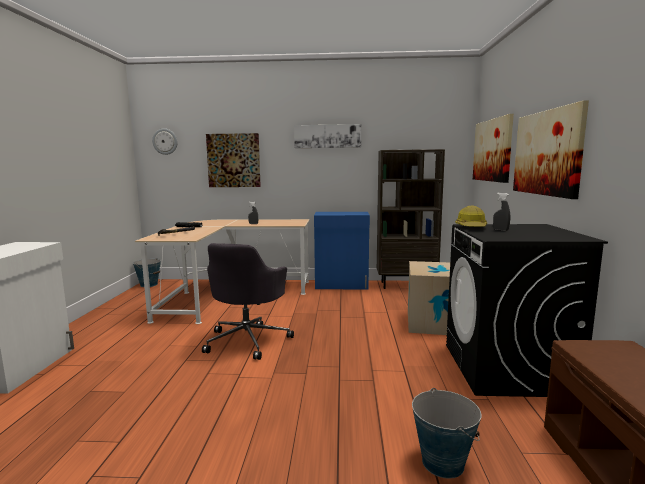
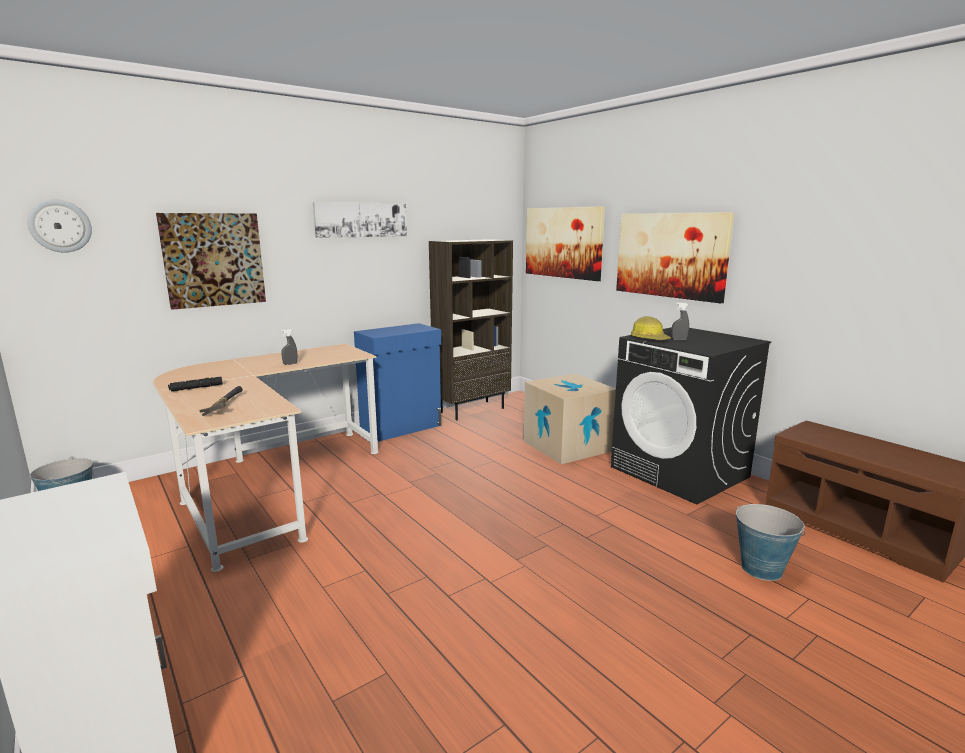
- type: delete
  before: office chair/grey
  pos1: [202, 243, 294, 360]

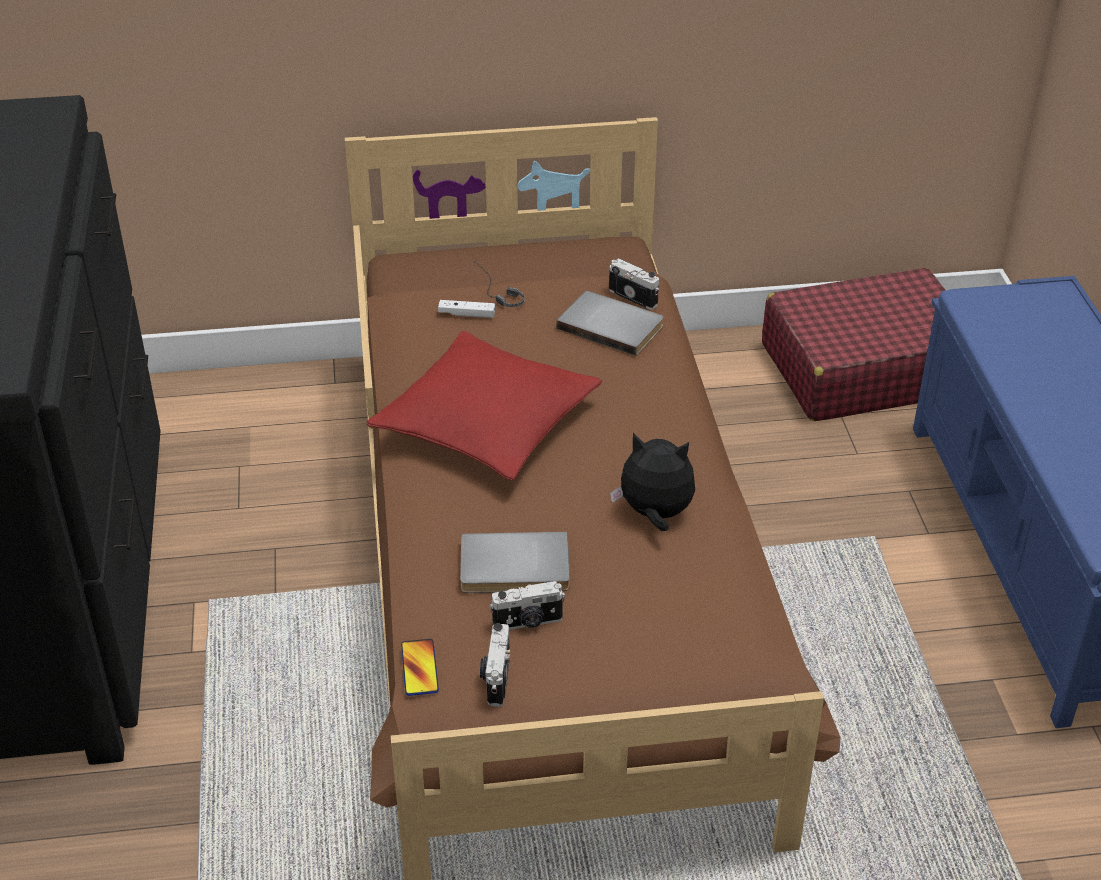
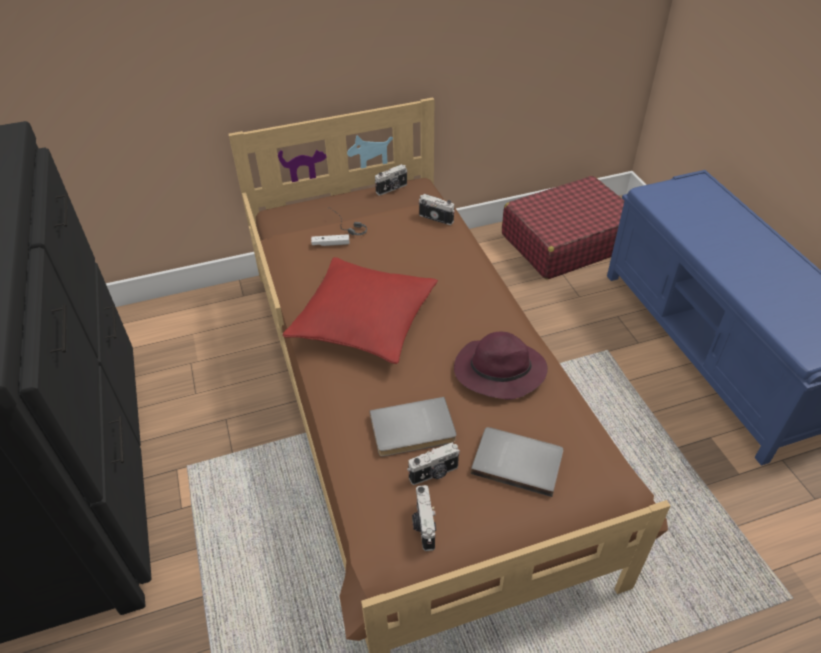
- type: delete
  before: phone
  pos1: [401, 639, 439, 696]
- type: insert
  after: photo camera
  pos2: [375, 164, 407, 196]
- type: move
  before: book/grey
  pos1: [556, 291, 664, 356]
  pos2: [471, 427, 564, 497]
- type: replace
  before: plush toy
  after: hat/purple
  pos1: [610, 433, 695, 531]
  pos2: [454, 332, 548, 400]

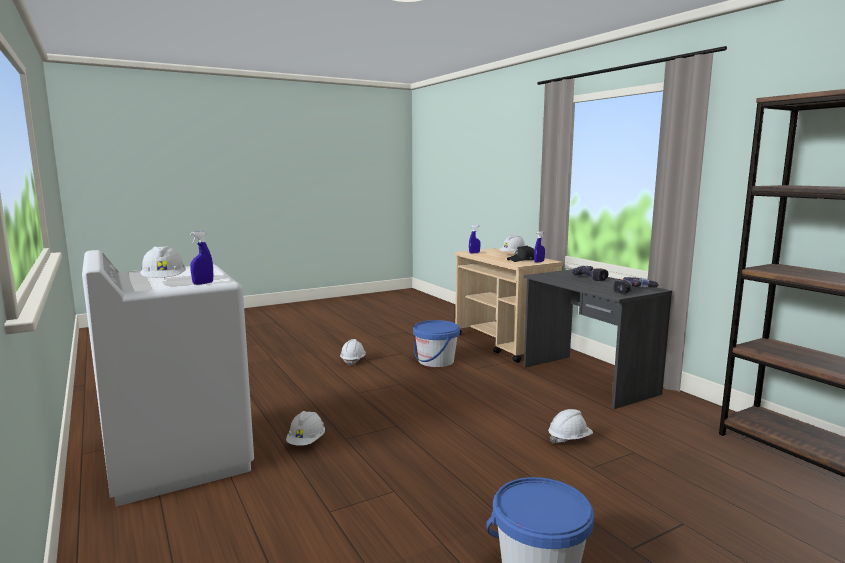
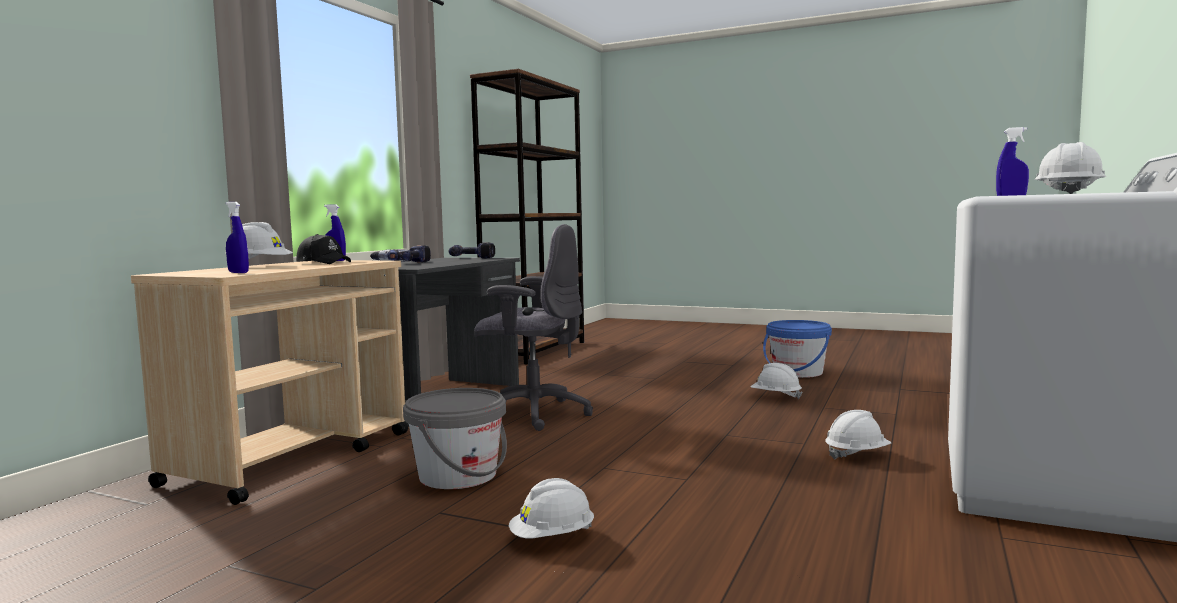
- type: insert
  after: office chair/grey
  pos2: [474, 224, 593, 431]
- type: move
  before: hard hat/white
  pos1: [548, 409, 593, 444]
  pos2: [751, 363, 803, 399]
- type: recolor
  before: bucket/blue
  after: bucket/grey
  pos1: [413, 320, 460, 367]
  pos2: [403, 388, 507, 489]

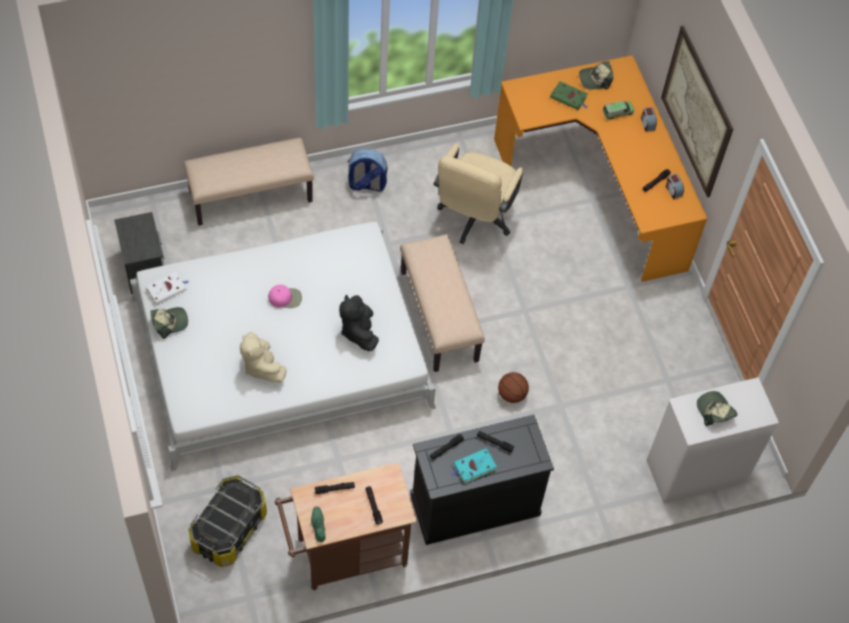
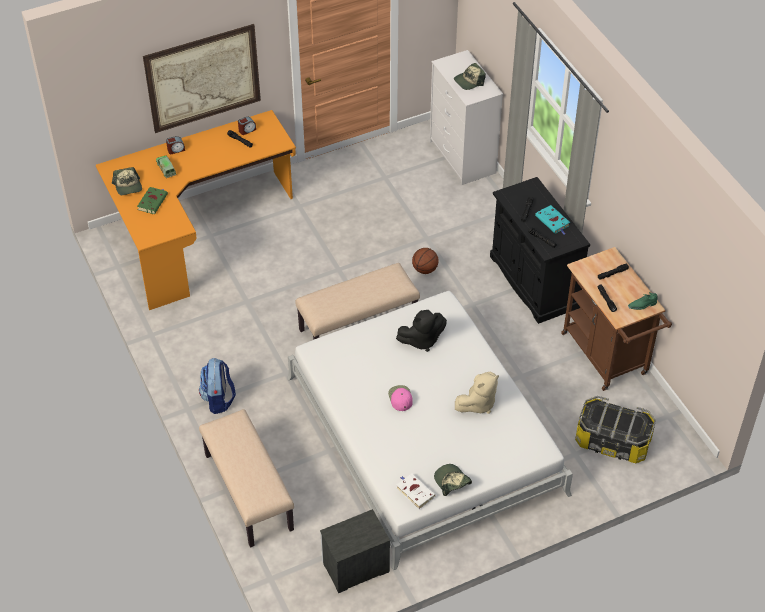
- type: delete
  before: office chair/beige
  pos1: [433, 143, 523, 244]

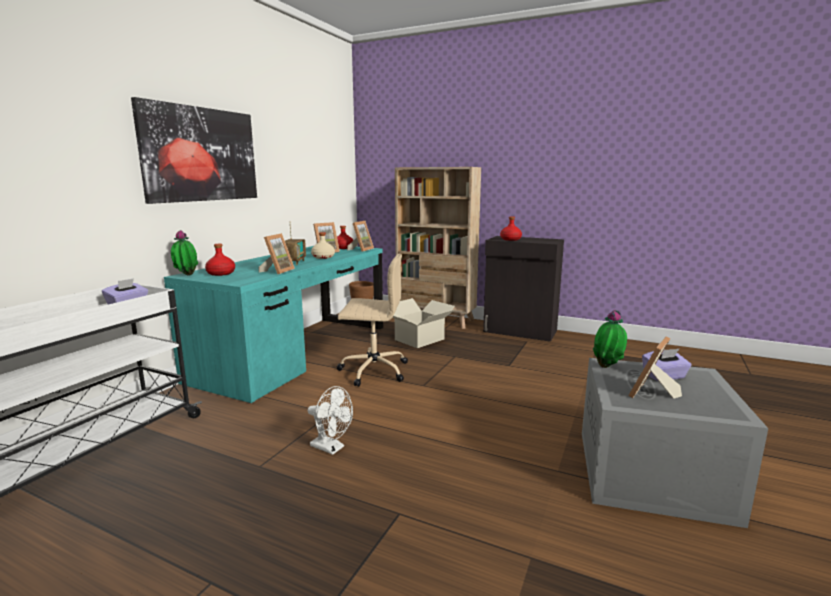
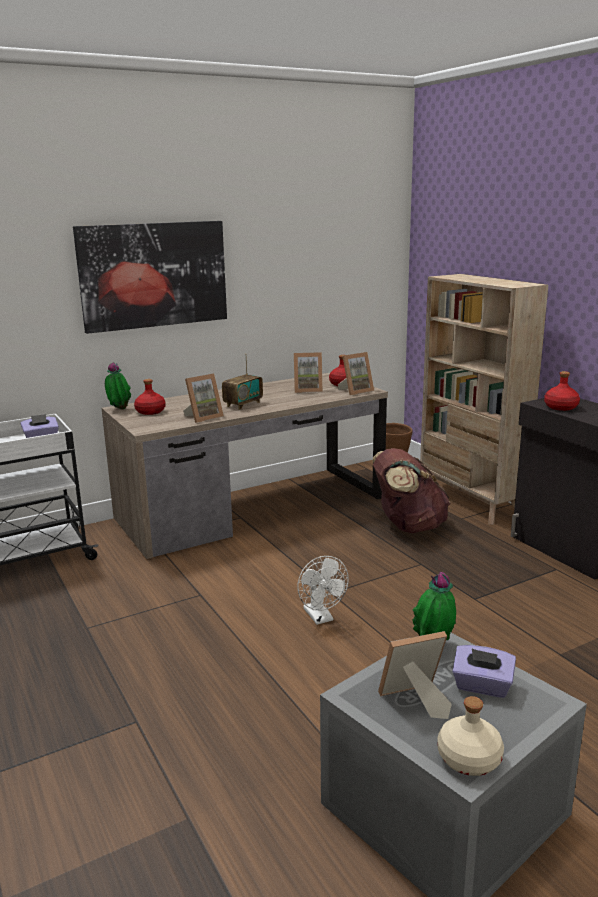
- type: delete
  before: office chair/beige
  pos1: [337, 254, 408, 387]
- type: move
  before: fan/white
  pos1: [308, 386, 353, 455]
  pos2: [297, 556, 349, 625]
- type: move
  before: bottle/beige
  pos1: [311, 232, 335, 259]
  pos2: [438, 696, 504, 776]
- type: replace
  before: cardboard box
  after: backpack/brown
  pos1: [392, 298, 455, 348]
  pos2: [372, 448, 450, 533]
- type: recolor
  before: desk/turquoise
  after: desk/brown
  pos1: [164, 246, 383, 403]
  pos2: [101, 373, 388, 559]

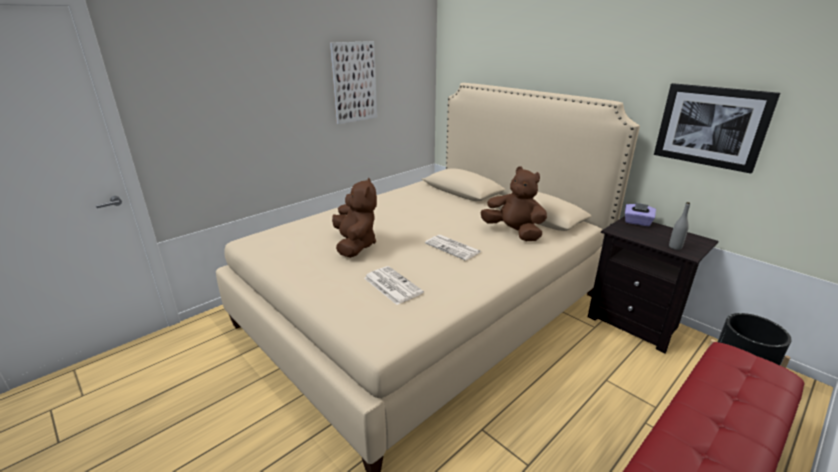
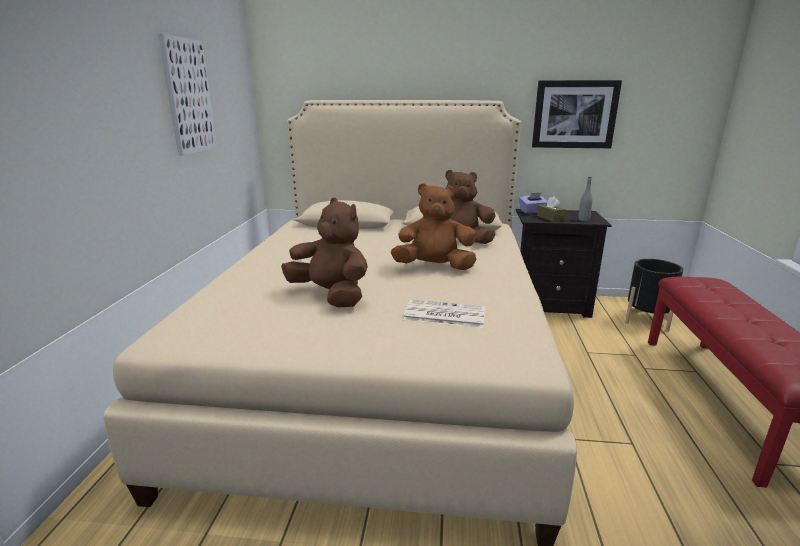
- type: insert
  after: tissue box/brown
  pos2: [537, 196, 566, 222]
- type: replace
  before: newspaper
  after: plush toy/brown
  pos1: [425, 235, 481, 261]
  pos2: [391, 183, 477, 270]

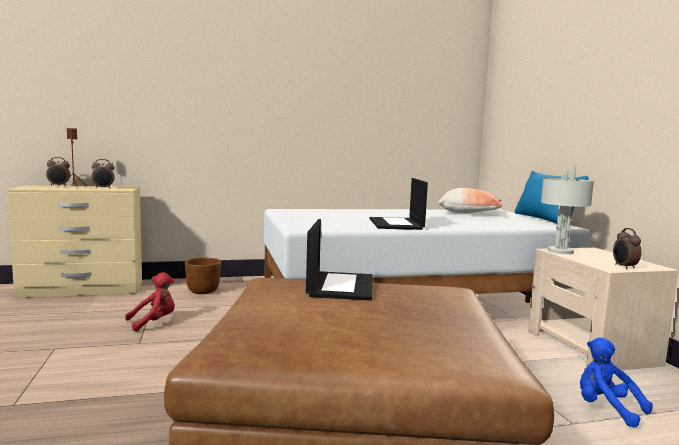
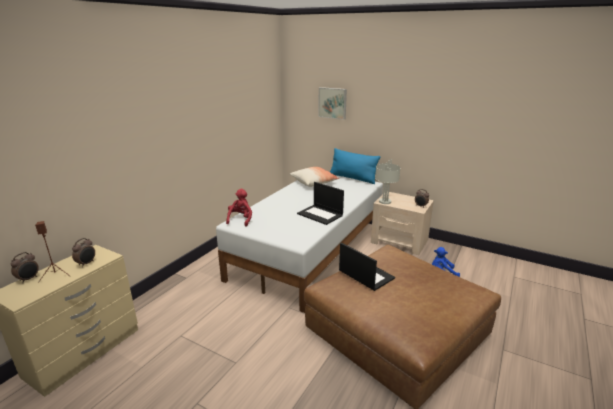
- type: delete
  before: planter/brown
  pos1: [185, 258, 221, 294]
- type: insert
  after: picture
  pos2: [318, 87, 347, 120]
- type: move
  before: plush toy/red
  pos1: [125, 272, 175, 332]
  pos2: [226, 189, 252, 227]

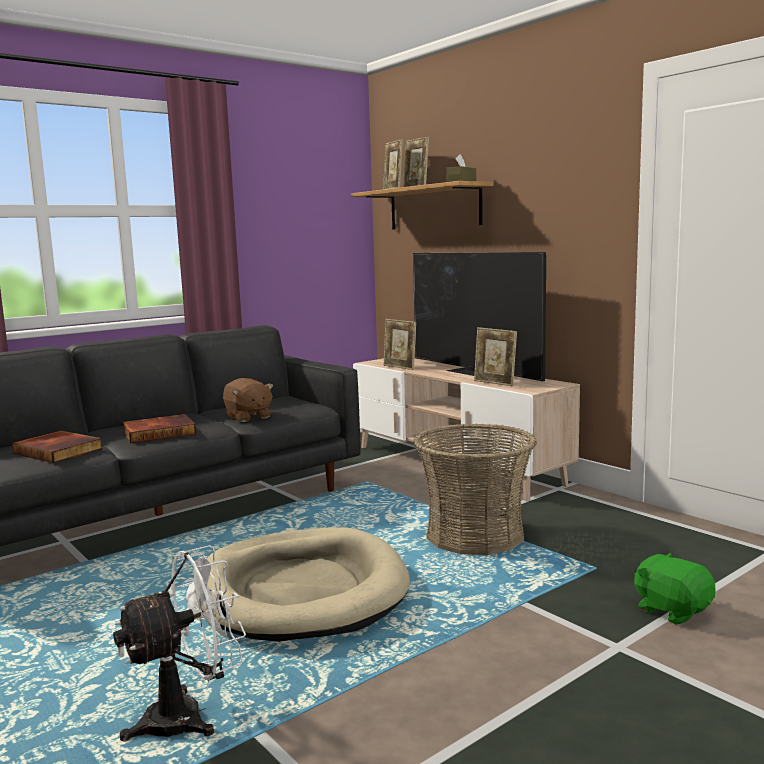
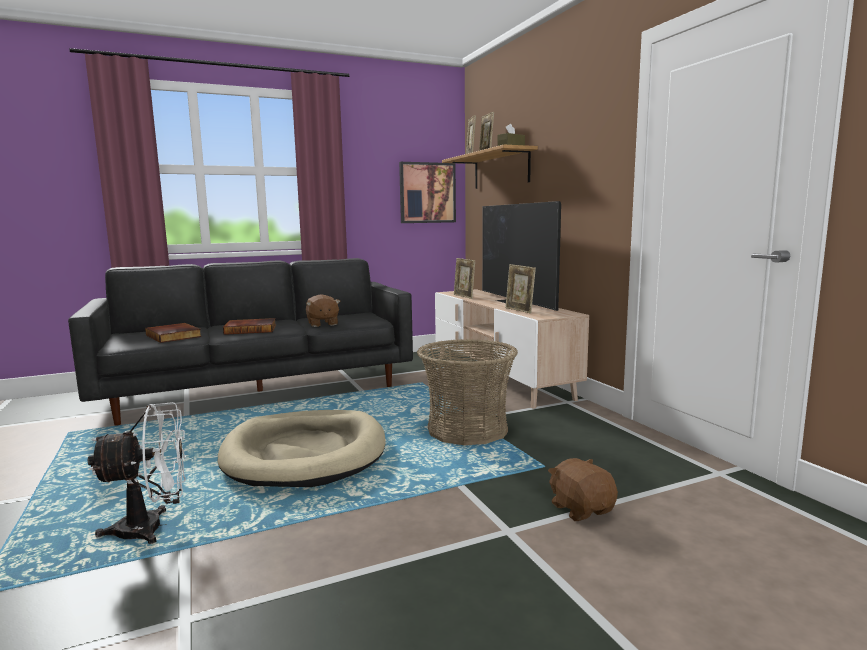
- type: insert
  after: picture
  pos2: [399, 162, 456, 223]
- type: recolor
  before: plush toy/green
  after: plush toy/brown
  pos1: [634, 553, 715, 625]
  pos2: [548, 458, 618, 521]

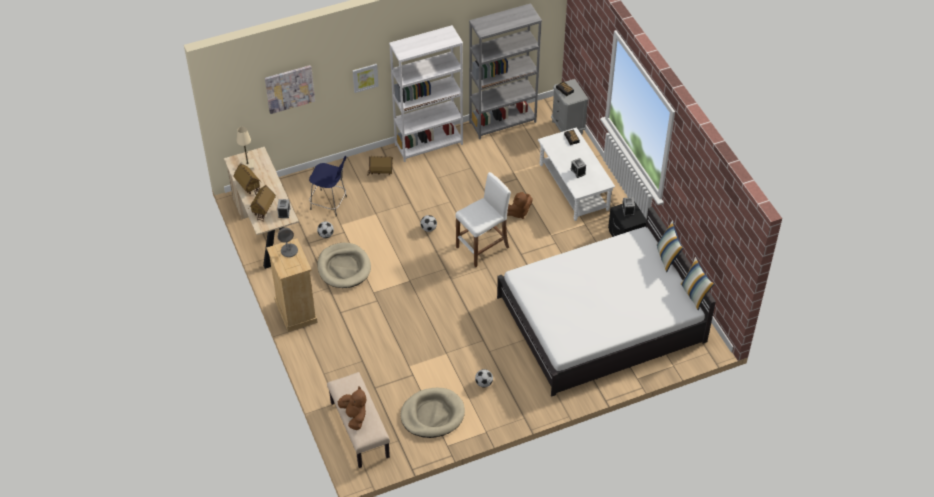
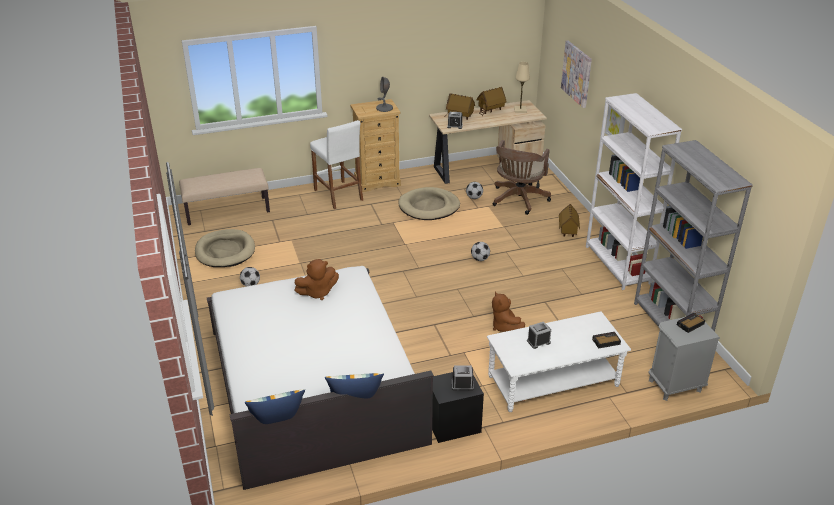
- type: move
  before: plush toy/brown
  pos1: [338, 387, 367, 430]
  pos2: [294, 259, 339, 300]
- type: move
  before: stool/white
  pos1: [455, 172, 511, 268]
  pos2: [310, 120, 363, 209]
- type: replace
  before: stool/blue
  after: office chair/brown
  pos1: [309, 156, 347, 217]
  pos2: [493, 140, 551, 215]

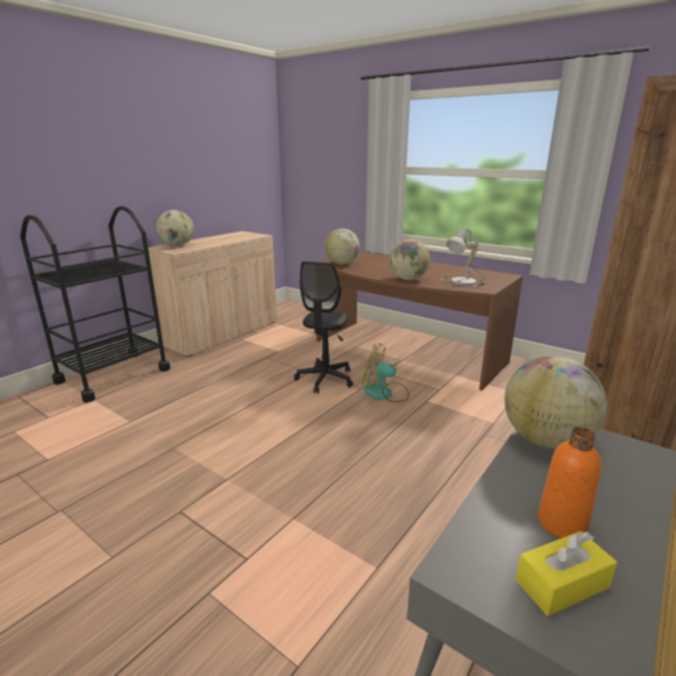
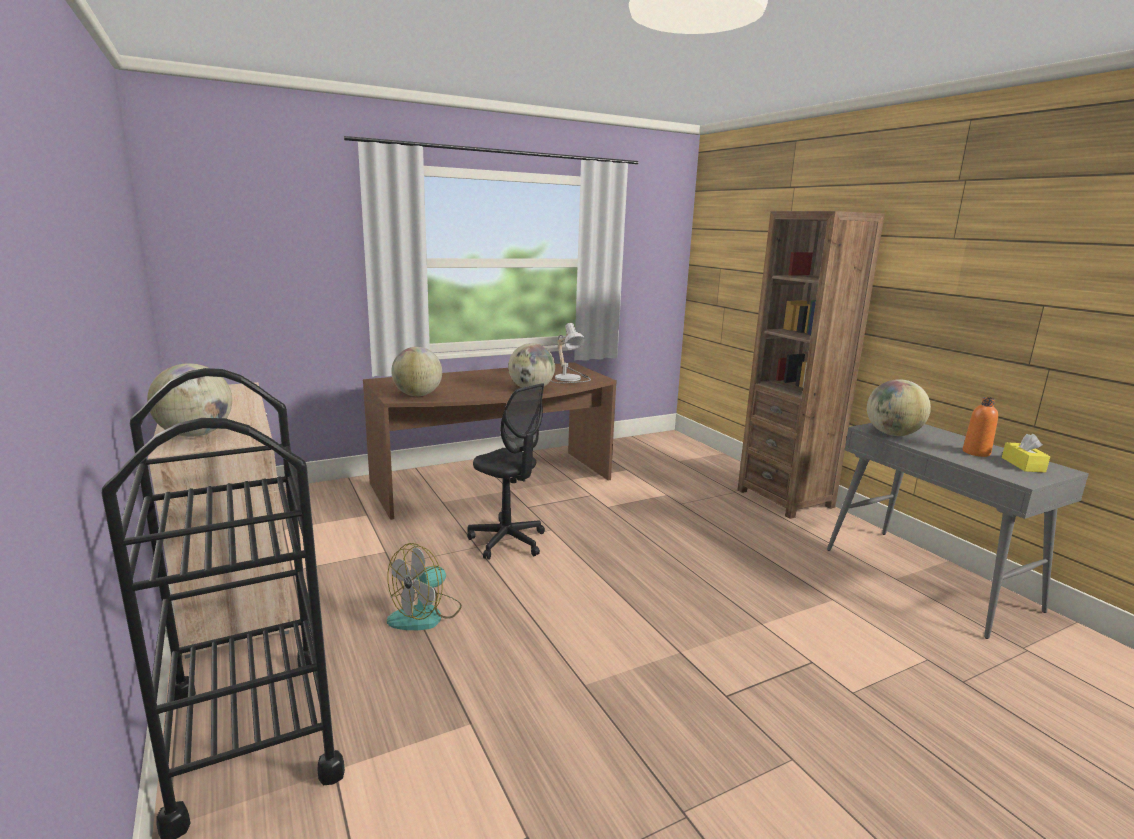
- type: move
  before: fan
  pos1: [362, 343, 409, 402]
  pos2: [387, 543, 462, 630]

